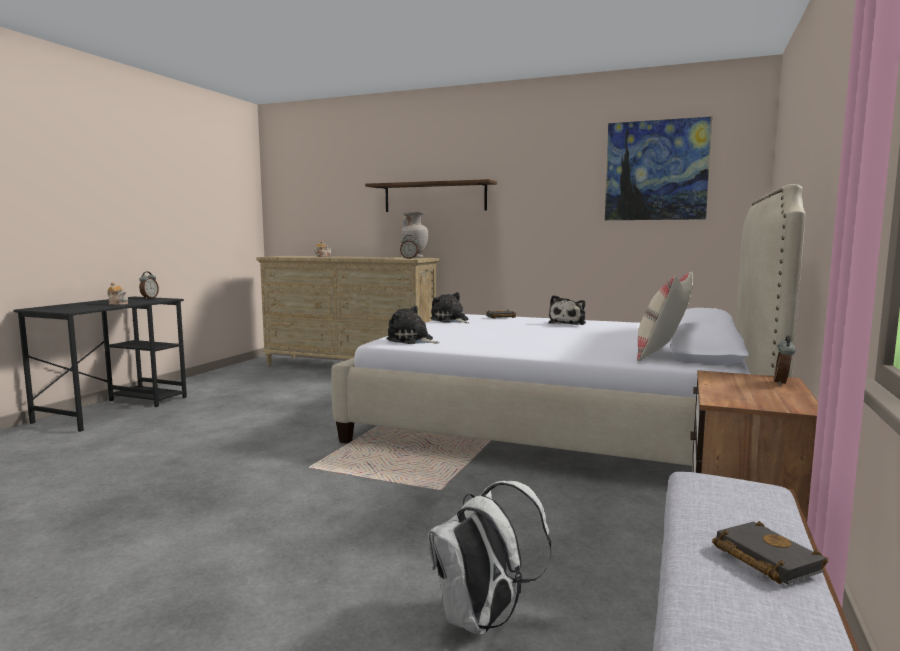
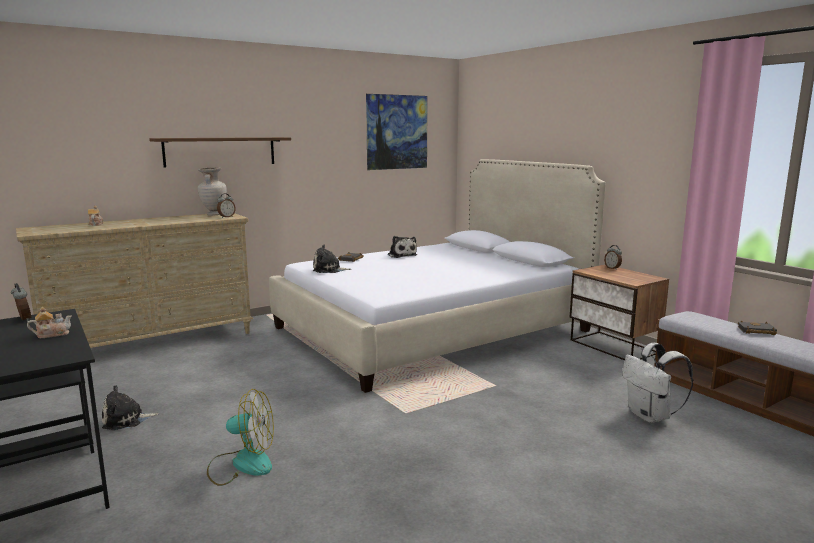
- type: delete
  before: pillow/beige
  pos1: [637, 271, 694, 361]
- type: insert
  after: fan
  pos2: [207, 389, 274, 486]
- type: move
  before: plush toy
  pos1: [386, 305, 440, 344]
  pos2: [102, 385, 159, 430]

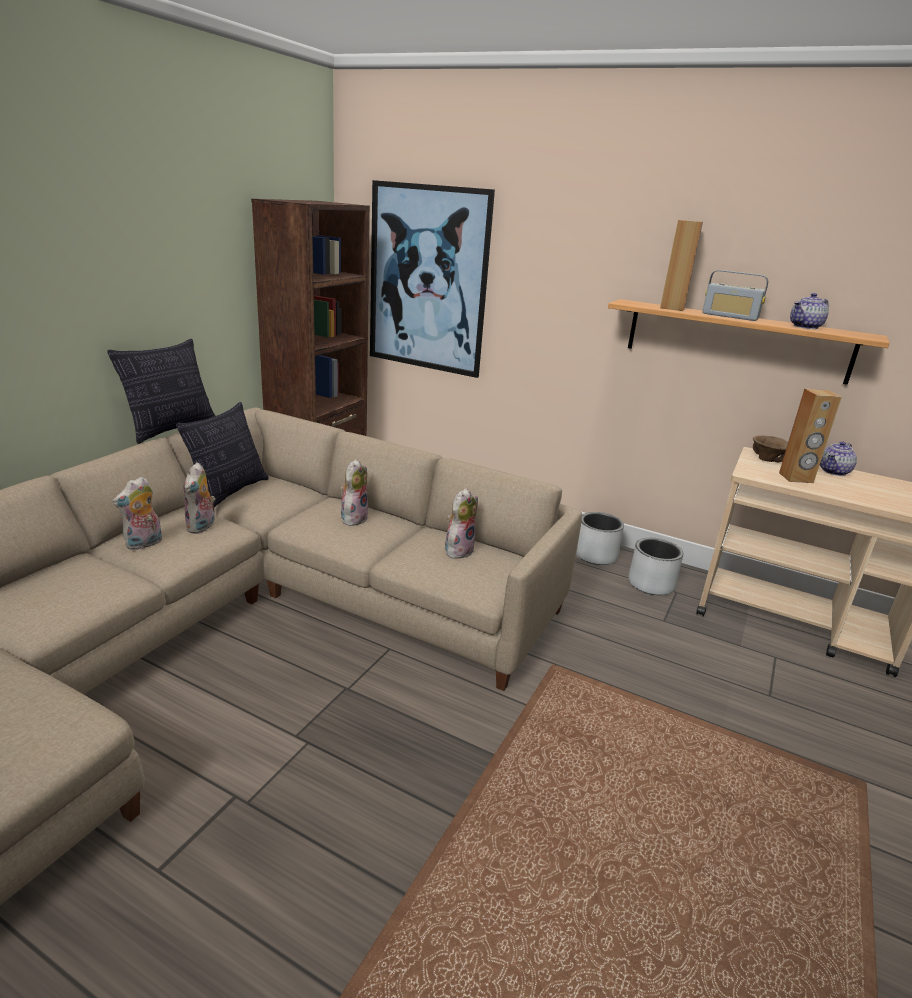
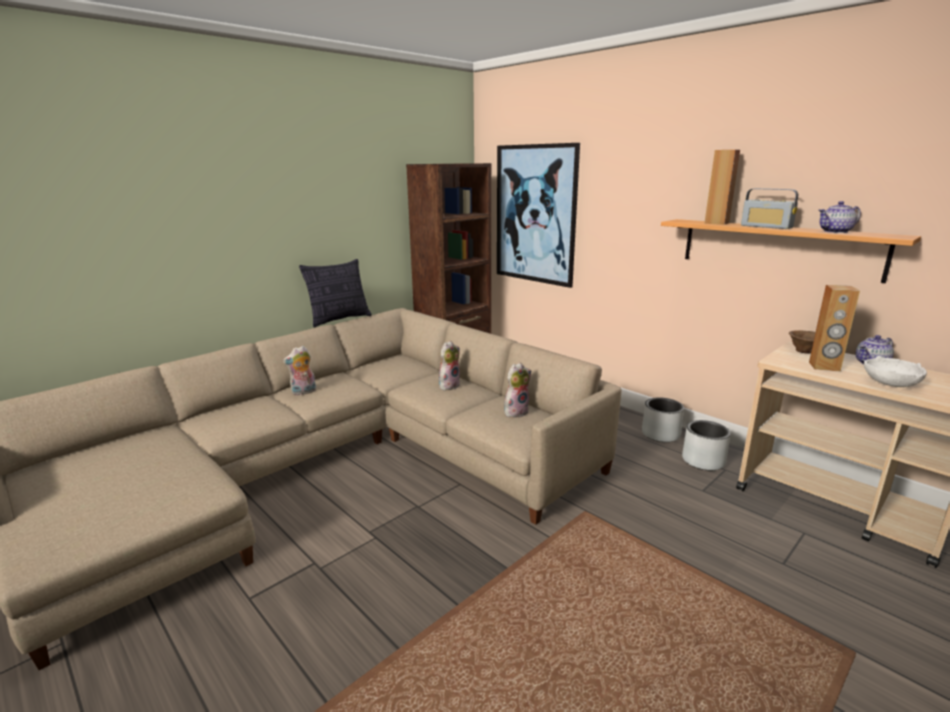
- type: delete
  before: pillow
  pos1: [176, 402, 269, 507]
- type: delete
  before: plush toy
  pos1: [183, 462, 216, 534]
- type: insert
  after: bowl/white
  pos2: [864, 356, 927, 387]

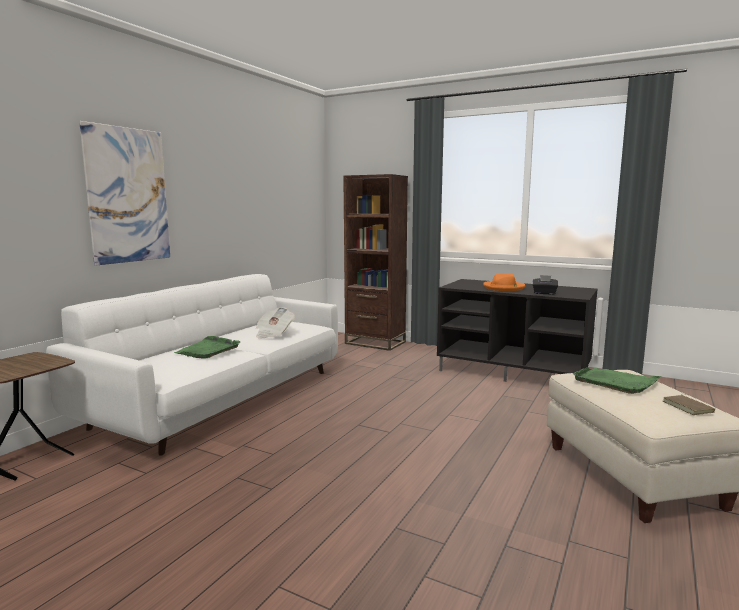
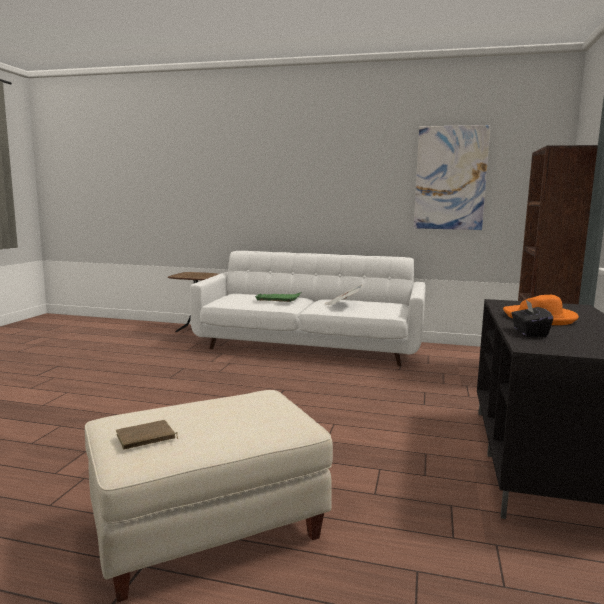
- type: delete
  before: tray/green
  pos1: [573, 367, 661, 394]
- type: move
  before: picture
  pos1: [79, 121, 170, 266]
  pos2: [414, 125, 490, 230]

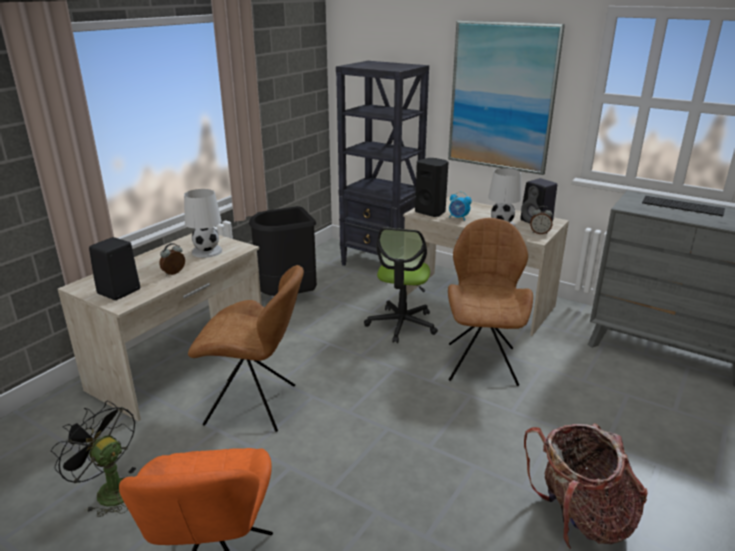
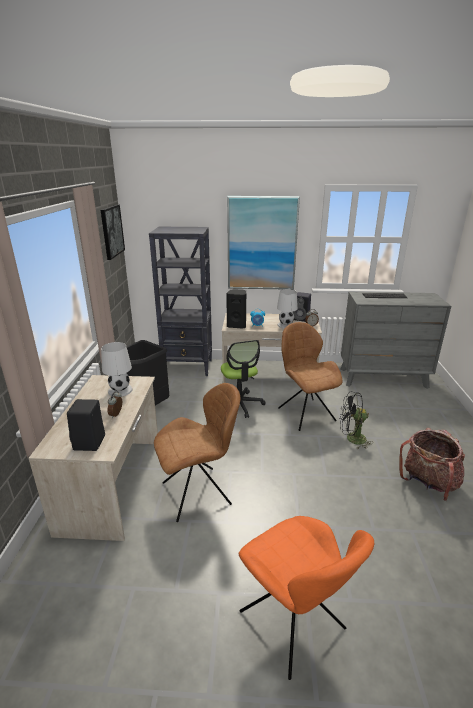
- type: insert
  after: picture
  pos2: [101, 204, 125, 260]
- type: move
  before: fan/black
  pos1: [51, 401, 136, 517]
  pos2: [339, 391, 373, 449]

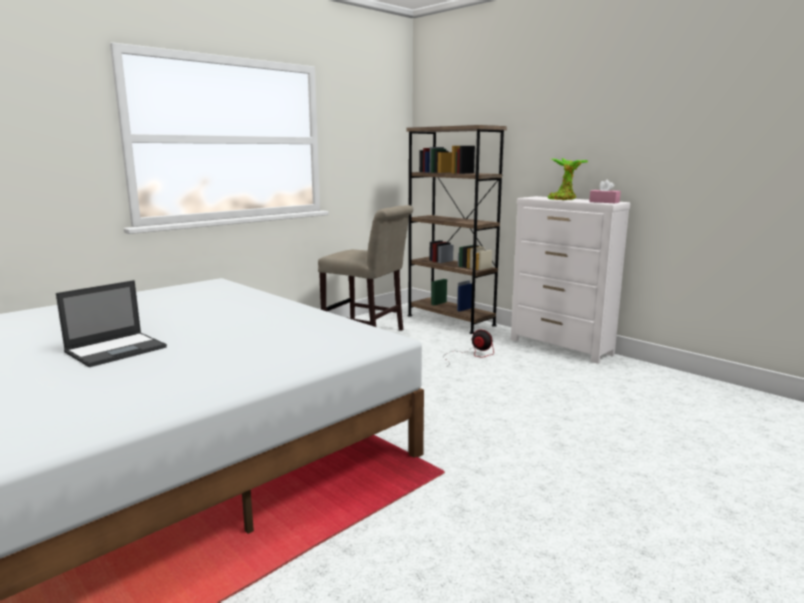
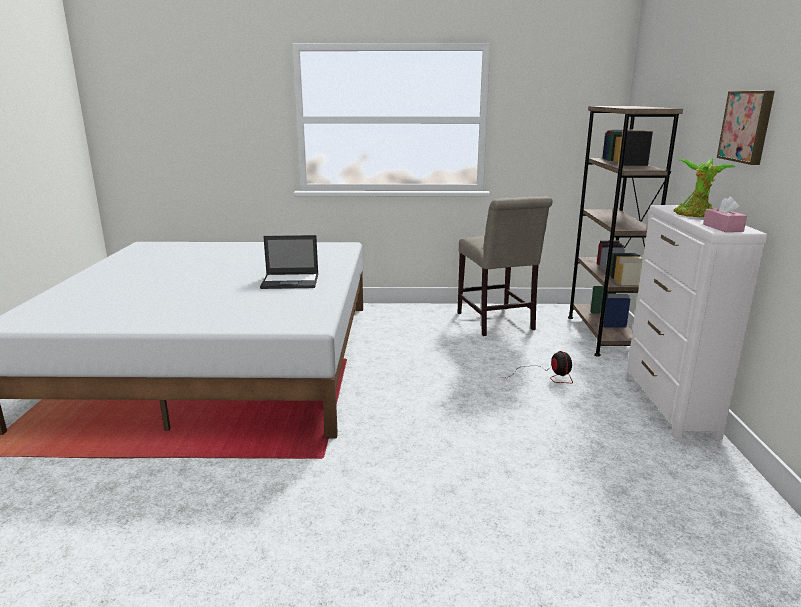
- type: insert
  after: picture
  pos2: [717, 91, 775, 165]
- type: move
  before: laptop
  pos1: [56, 280, 167, 367]
  pos2: [260, 235, 318, 289]

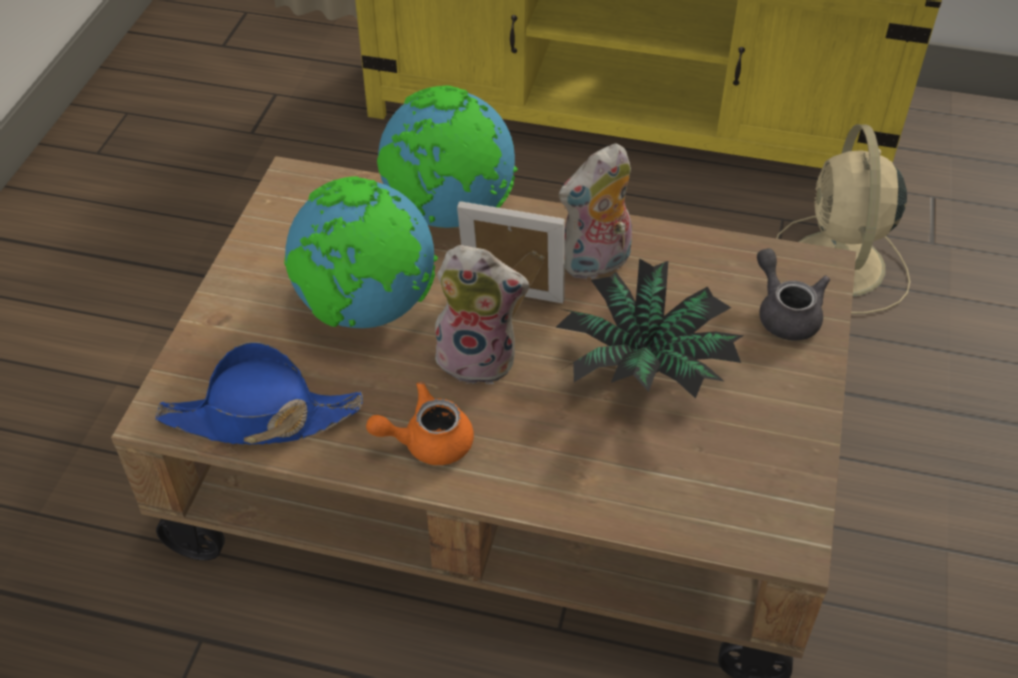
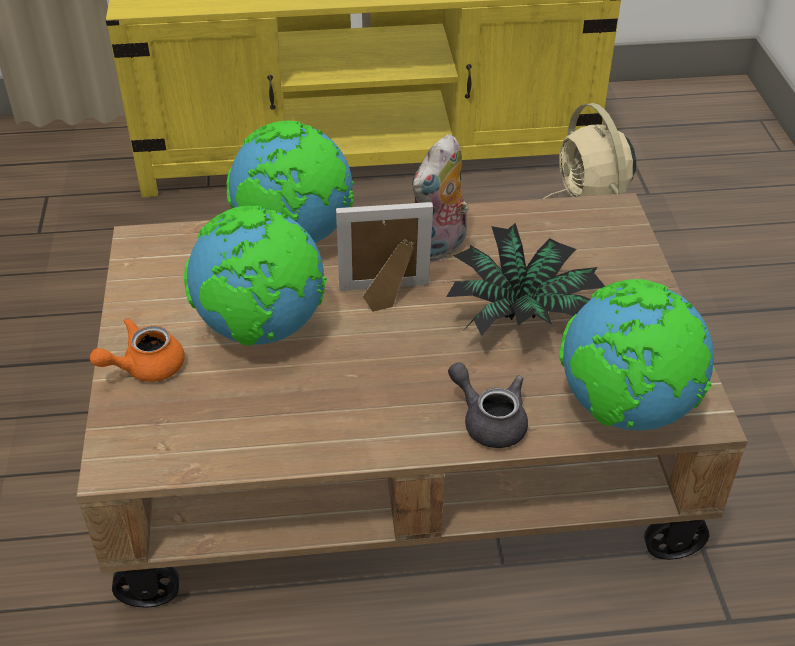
- type: delete
  before: hat/blue
  pos1: [156, 342, 363, 445]
- type: delete
  before: plush toy
  pos1: [432, 245, 529, 384]
- type: insert
  after: globe
  pos2: [560, 279, 715, 430]
- type: move
  before: teapot/orange
  pos1: [366, 382, 474, 465]
  pos2: [90, 318, 185, 382]
- type: move
  before: teapot/grey
  pos1: [757, 248, 830, 341]
  pos2: [448, 362, 528, 448]

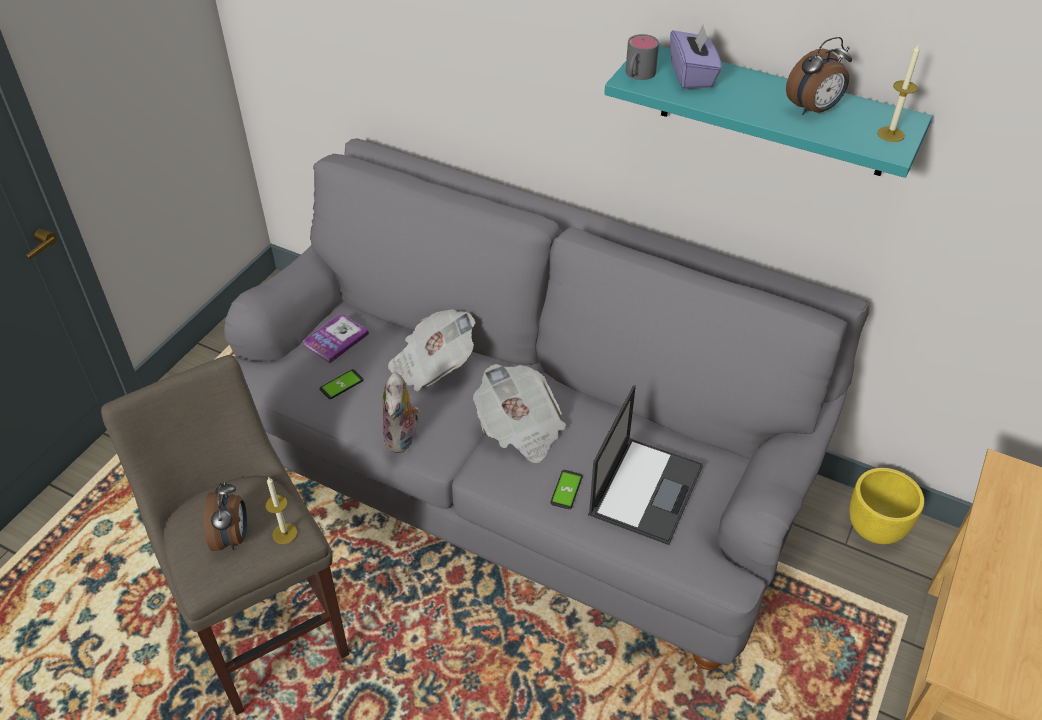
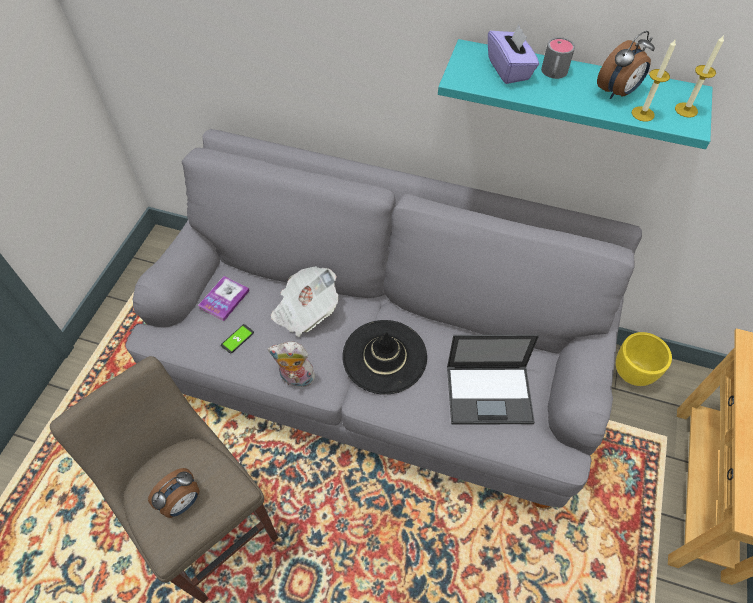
- type: delete
  before: phone
  pos1: [550, 470, 583, 509]
- type: move
  before: candle
  pos1: [265, 477, 297, 544]
  pos2: [632, 38, 676, 122]
- type: move
  before: mug/grey
  pos1: [625, 34, 659, 80]
  pos2: [541, 37, 575, 79]
- type: replace
  before: newspaper
  after: hat/black
  pos1: [473, 364, 566, 463]
  pos2: [342, 320, 427, 395]
- type: rotate
  before: alarm clock
  pos1: [204, 481, 247, 551]
  pos2: [148, 468, 200, 518]
  turn: 60
- type: rotate
  before: plush toy
  pos1: [382, 372, 420, 453]
  pos2: [268, 341, 315, 388]
  turn: 105
- type: rotate
  before: laptop
  pos1: [588, 385, 703, 545]
  pos2: [447, 334, 539, 425]
  turn: 75

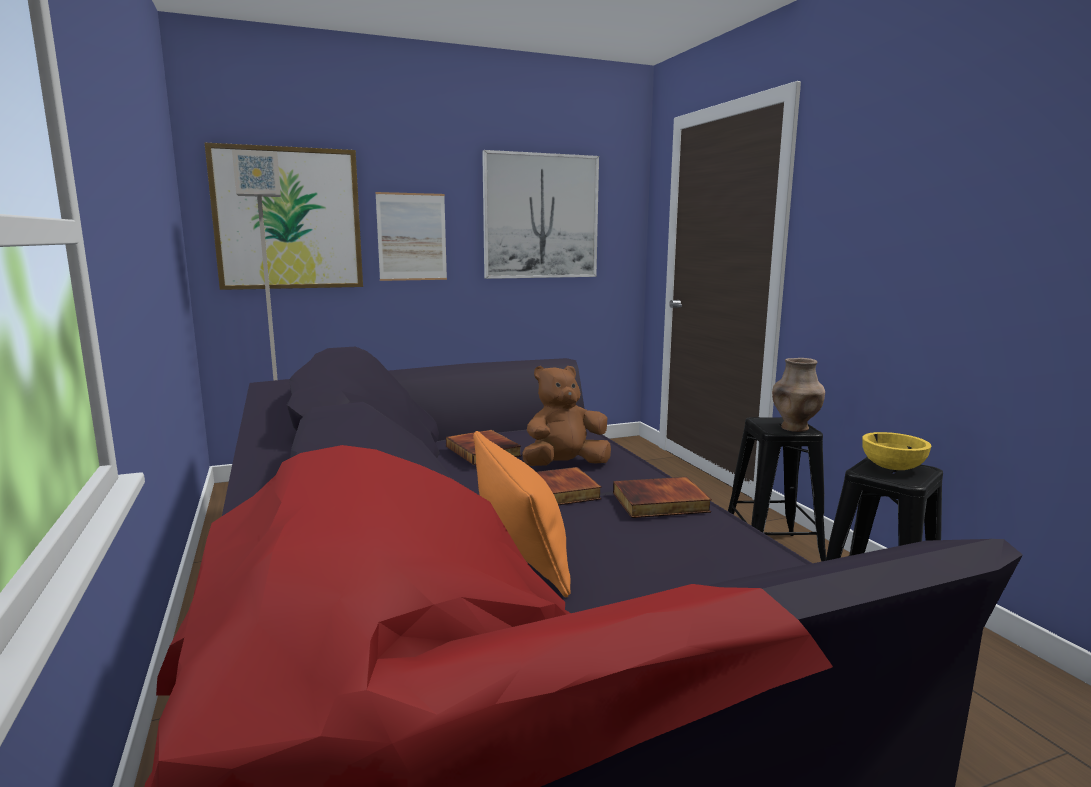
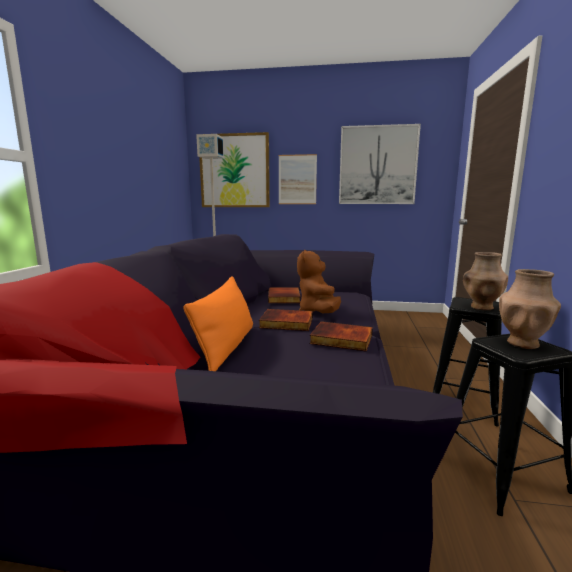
- type: replace
  before: bowl/yellow
  after: vase/brown
  pos1: [862, 432, 931, 470]
  pos2: [499, 269, 561, 349]
- type: rotate
  before: plush toy/brown
  pos1: [522, 366, 611, 466]
  pos2: [297, 250, 341, 313]
  turn: -90

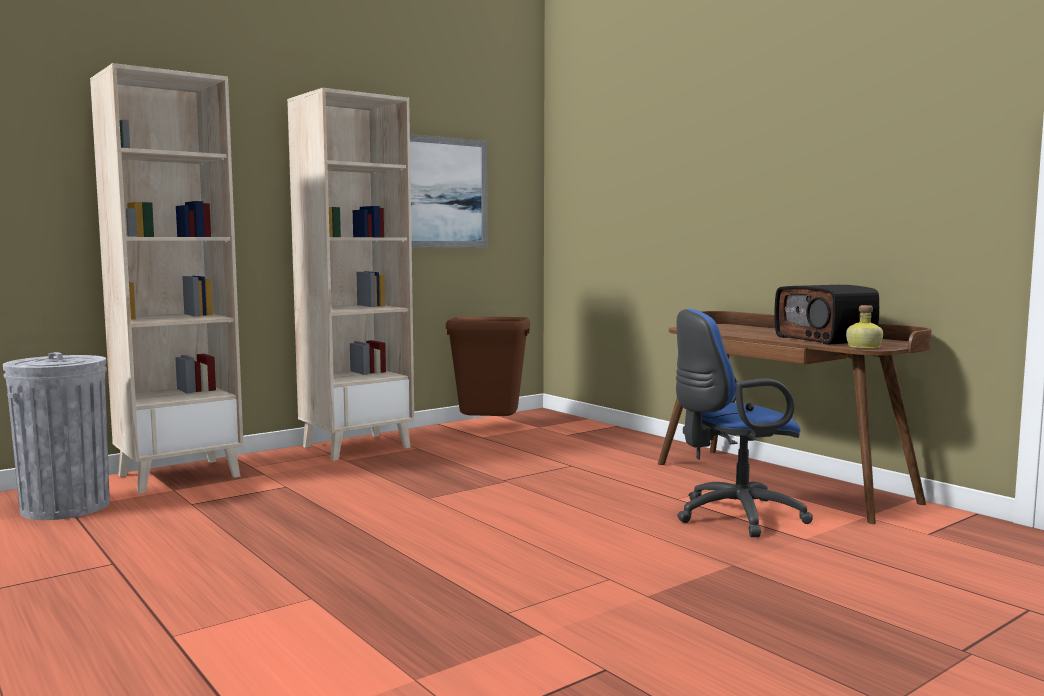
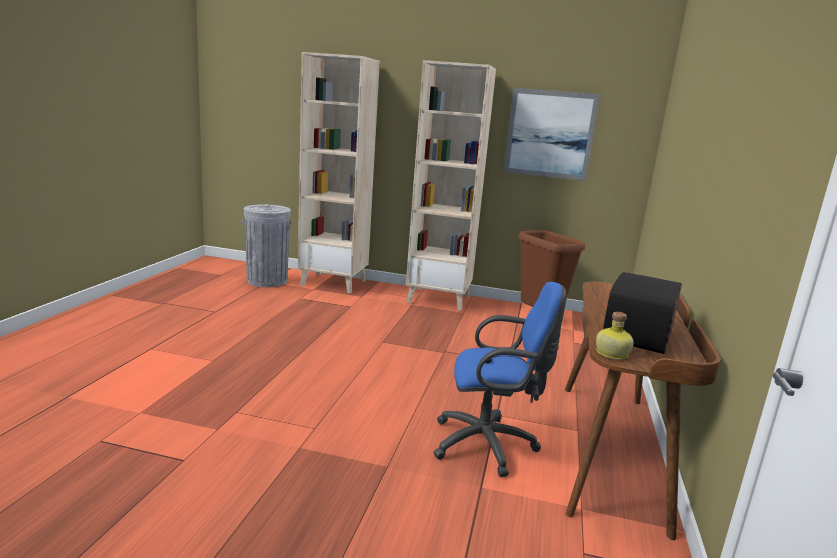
- type: rotate
  before: office chair/blue
  pos1: [676, 309, 813, 537]
  pos2: [433, 282, 566, 477]
  turn: 150

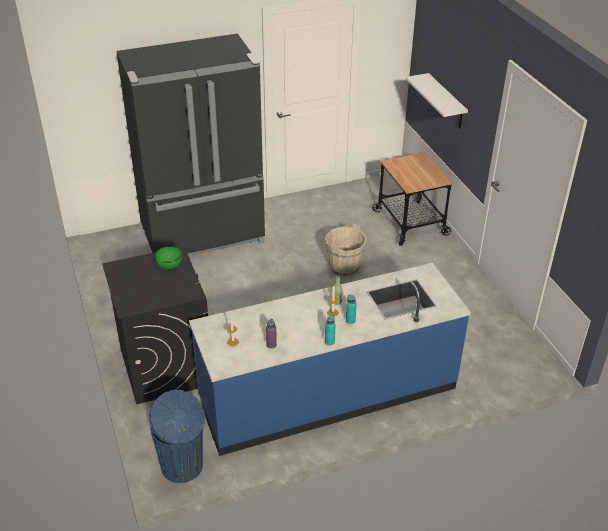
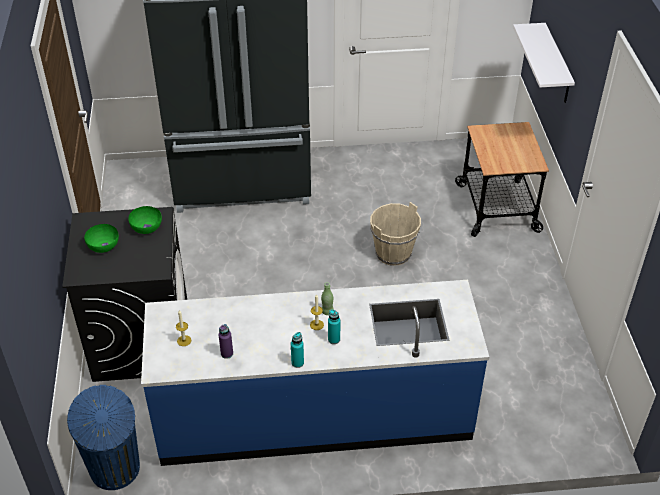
- type: insert
  after: bowl/green
  pos2: [84, 224, 119, 253]

